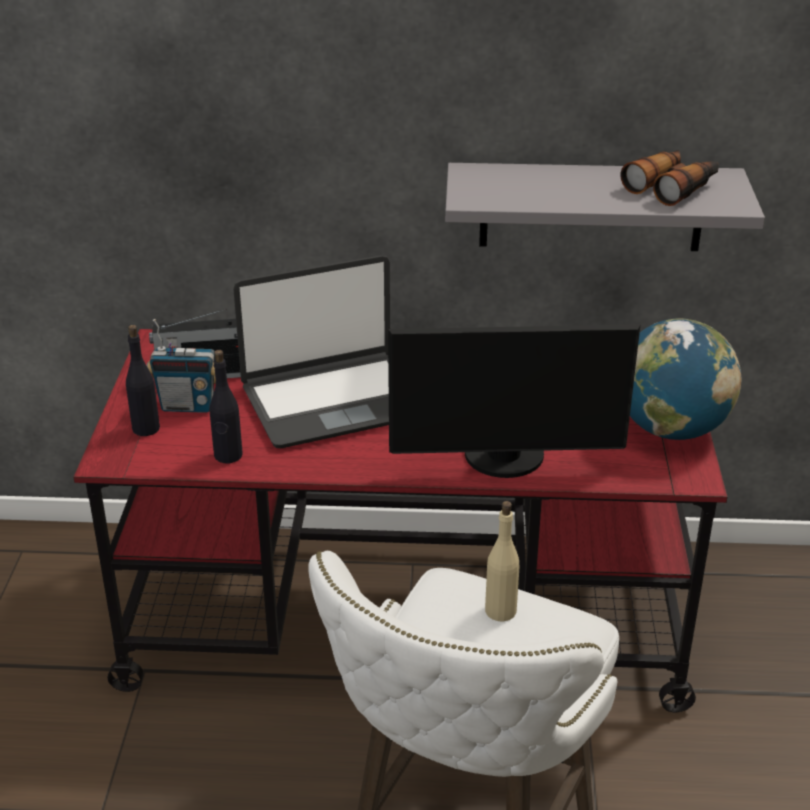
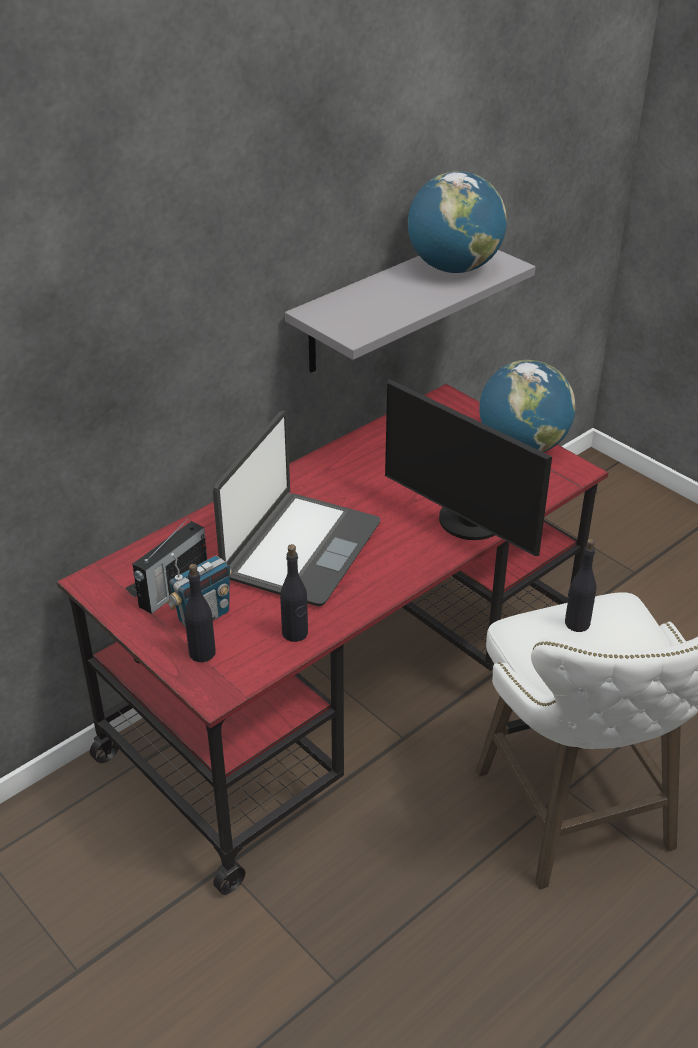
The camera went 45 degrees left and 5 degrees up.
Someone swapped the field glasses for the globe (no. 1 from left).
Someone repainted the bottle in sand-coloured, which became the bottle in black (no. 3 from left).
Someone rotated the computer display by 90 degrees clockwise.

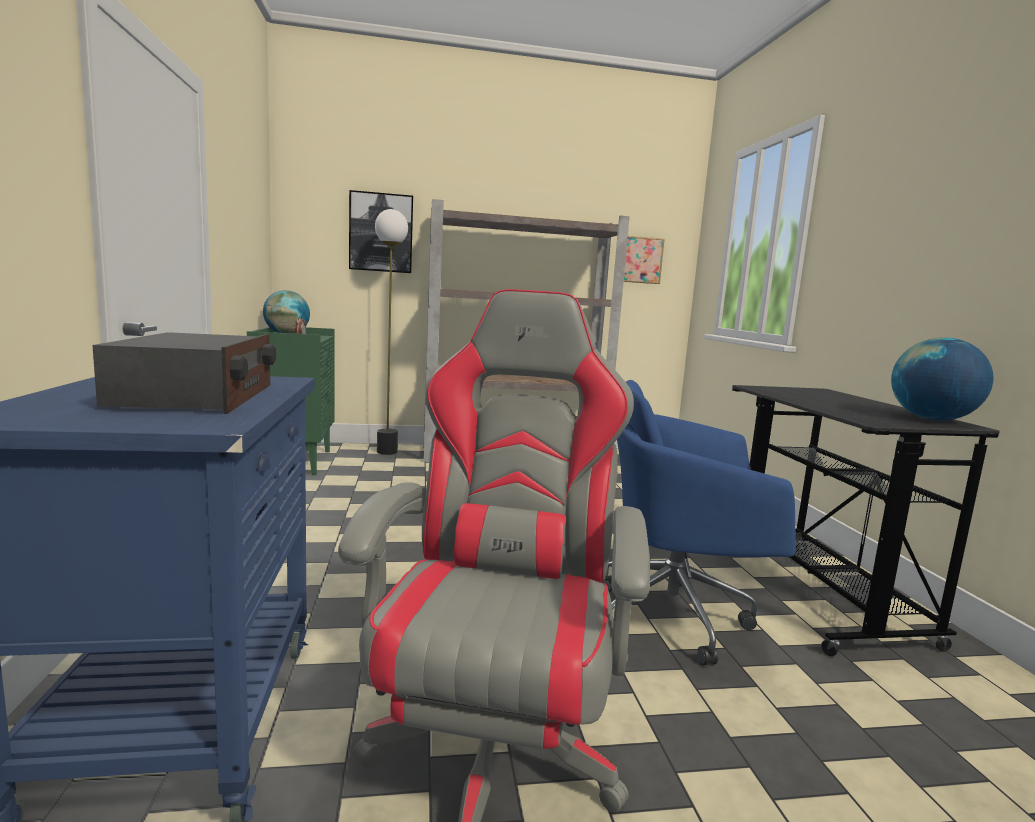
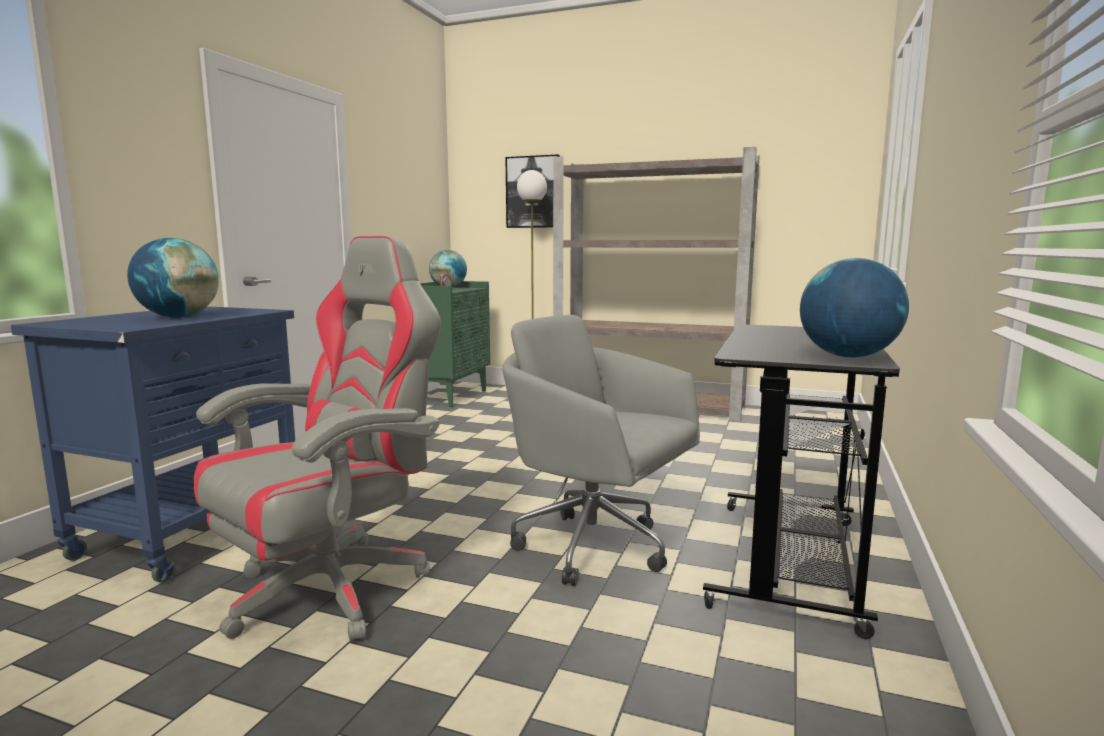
The camera went 30 degrees right and 0 degrees up.
Someone took away the wall art (no. 2 from left).
Someone swapped the radio for the globe (no. 1 from left).
Someone repainted the office chair in bluish, which became the office chair in greyish (no. 2 from left).

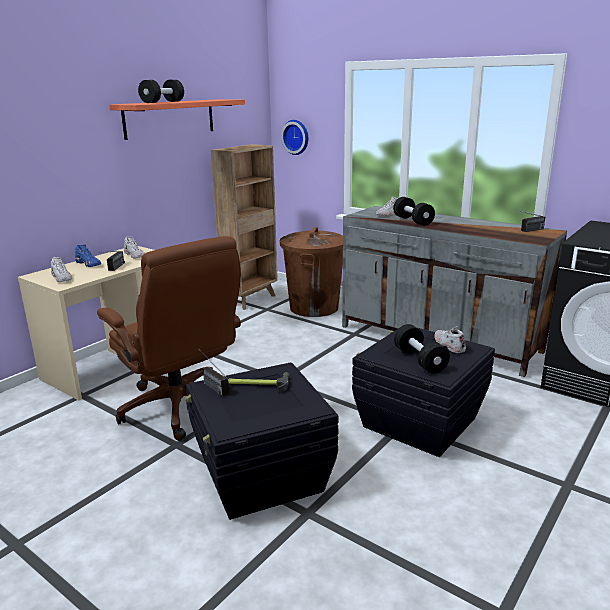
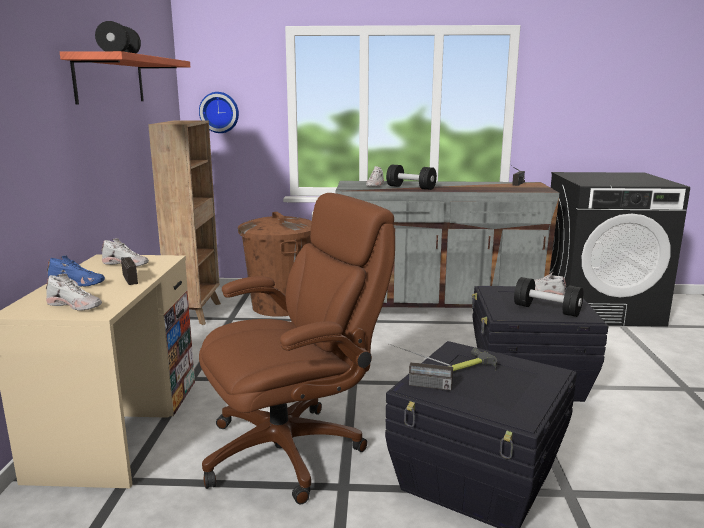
The camera went 35 degrees left and 5 degrees down.
Someone rotated the office chair in brown by 45 degrees counterclockwise.

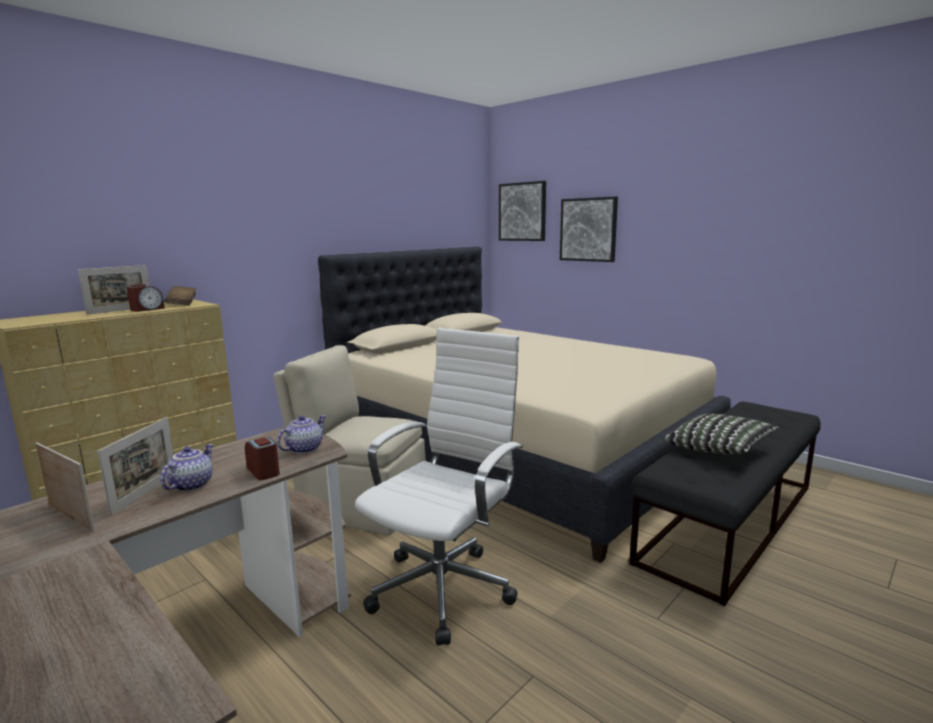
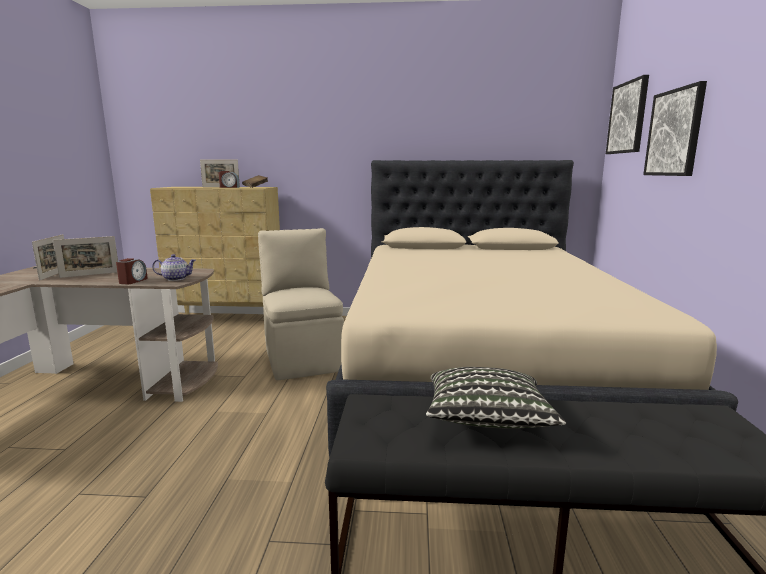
The camera went 50 degrees right and 0 degrees up.
Someone took away the tea pot (no. 1 from left).
Someone took away the office chair in white.

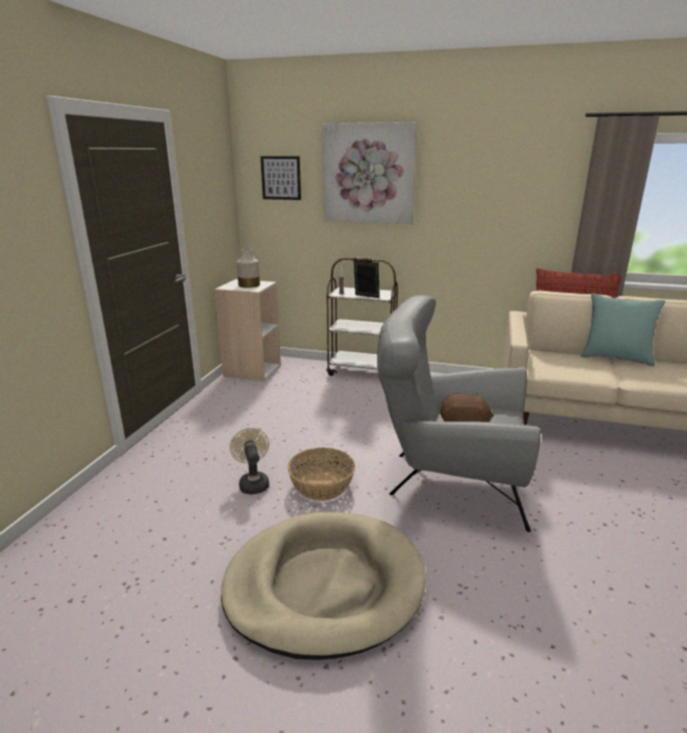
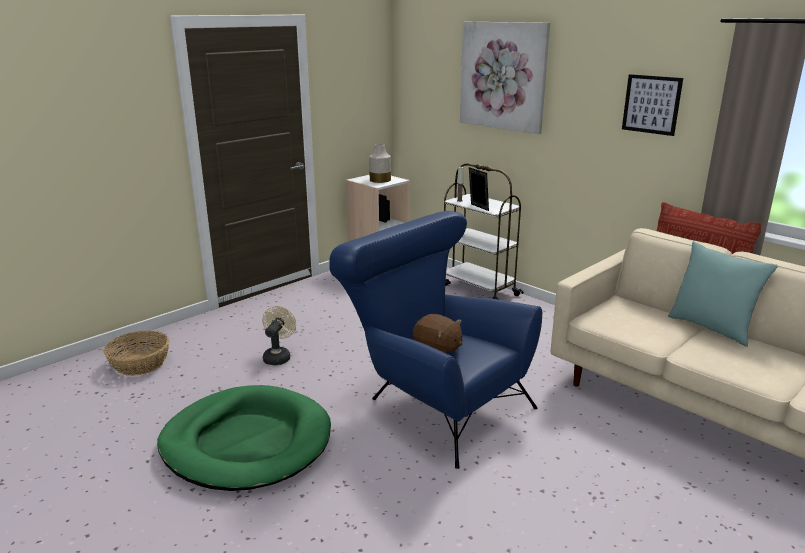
The camera went 30 degrees right and 0 degrees up.
Someone carried the wall art (no. 1 from left in the first image).
Someone carried the household basket.
Someone repainted the dog bed in sand-coloured, which became the dog bed in green-coloured.
Someone repainted the lounge chair in greyish, which became the lounge chair in bluish.

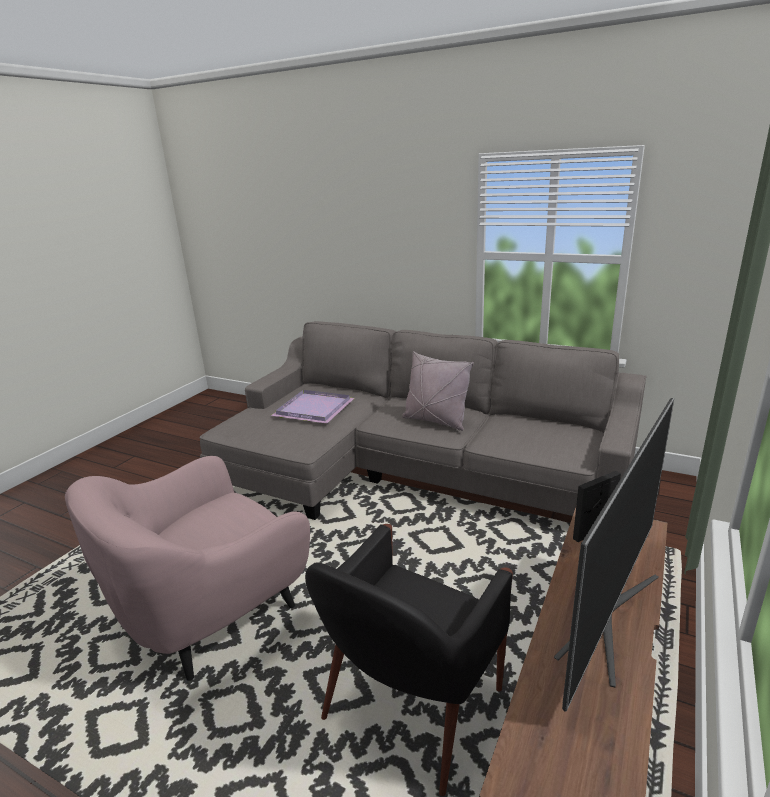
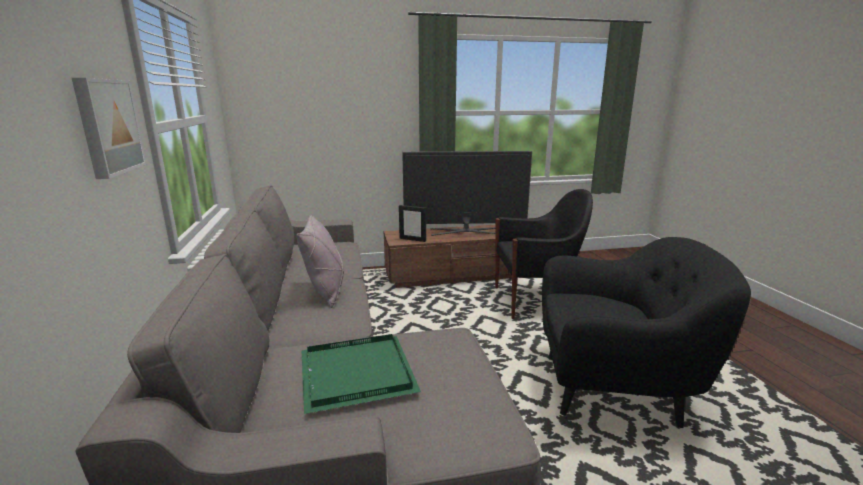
The camera went 130 degrees left and 5 degrees down.
Someone put up the wall art.
Someone repainted the lounge chair in pinkish, which became the lounge chair in black (no. 2 from left).
Someone repainted the carrying tray in purple-coloured, which became the carrying tray in green-coloured.

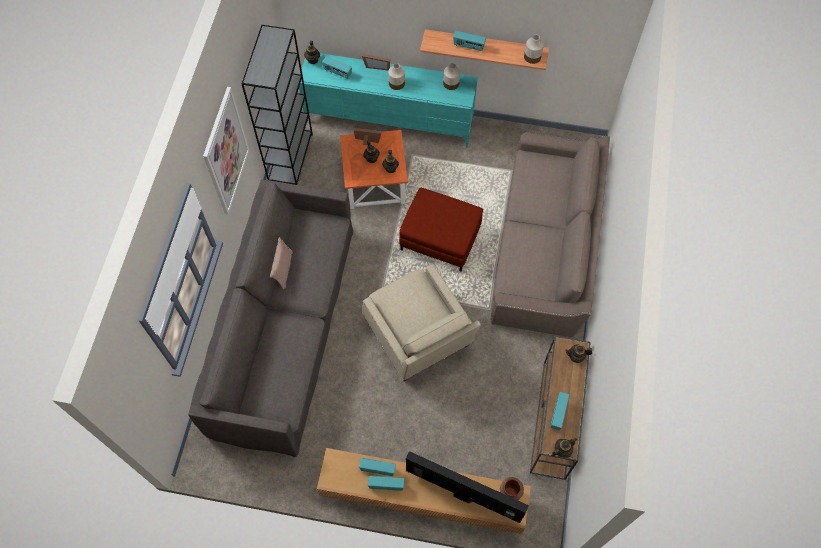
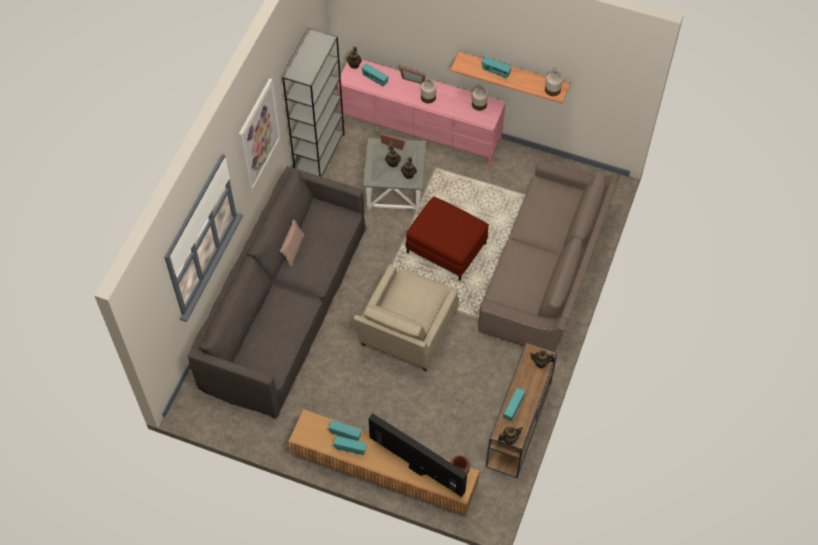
The camera went 10 degrees right and 5 degrees down.
Someone repainted the cupboard in turquoise, which became the cupboard in pinkish.
Someone repainted the end table in orangey, which became the end table in greyish.
Someone rotated the lounge chair in sand-coloured by 45 degrees clockwise.

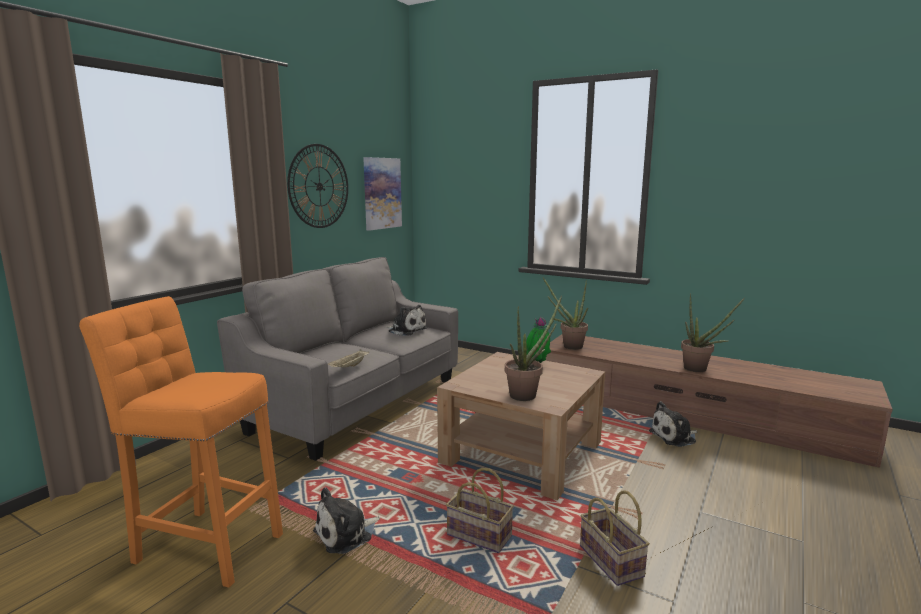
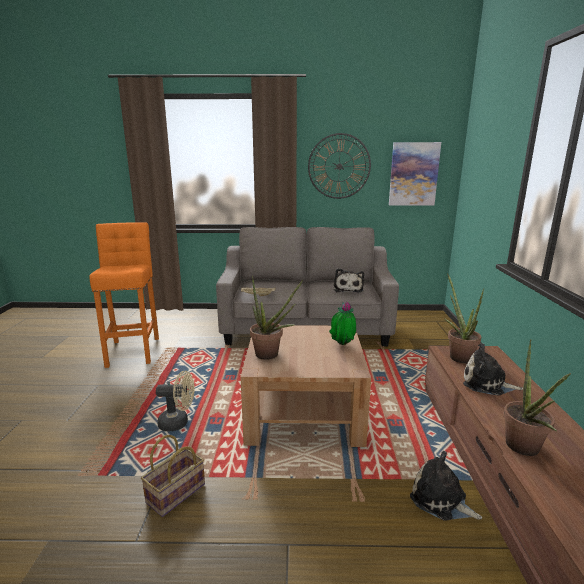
The camera went 60 degrees right and 5 degrees up.
Someone carried the cuddly toy (no. 1 from left in the first image).
Someone swapped the household basket (no. 1 from left) for the electric fan in sand-coloured.

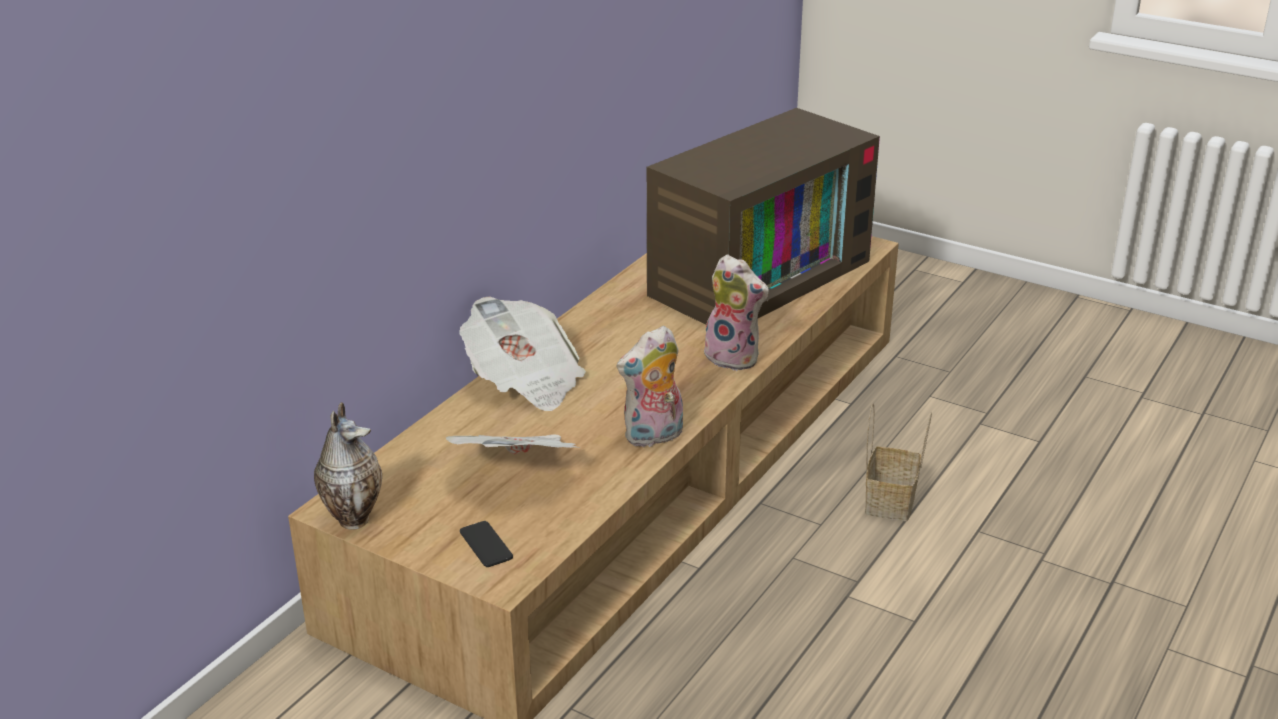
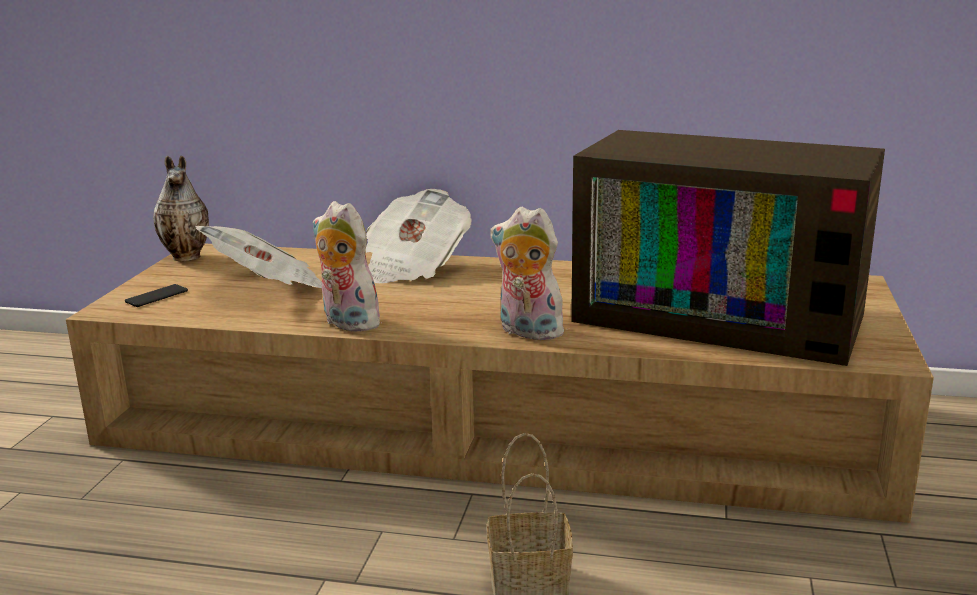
The camera went 70 degrees right and 10 degrees down.
Someone rotated the cuddly toy (no. 2 from left) by 105 degrees clockwise.

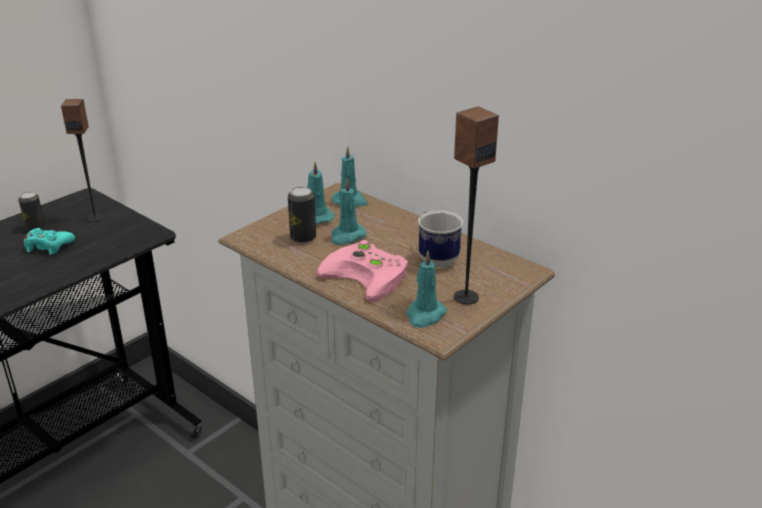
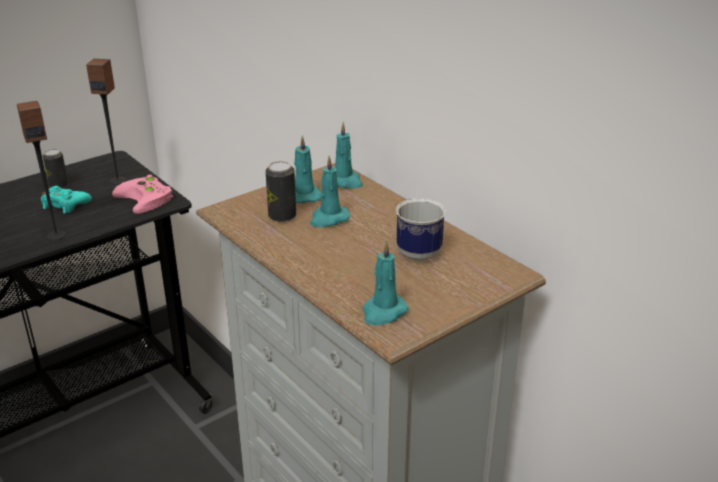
The camera went 10 degrees right and 0 degrees up.
Someone carried the game controller in pinkish.
Someone carried the audio speaker (no. 2 from left in the first image).

